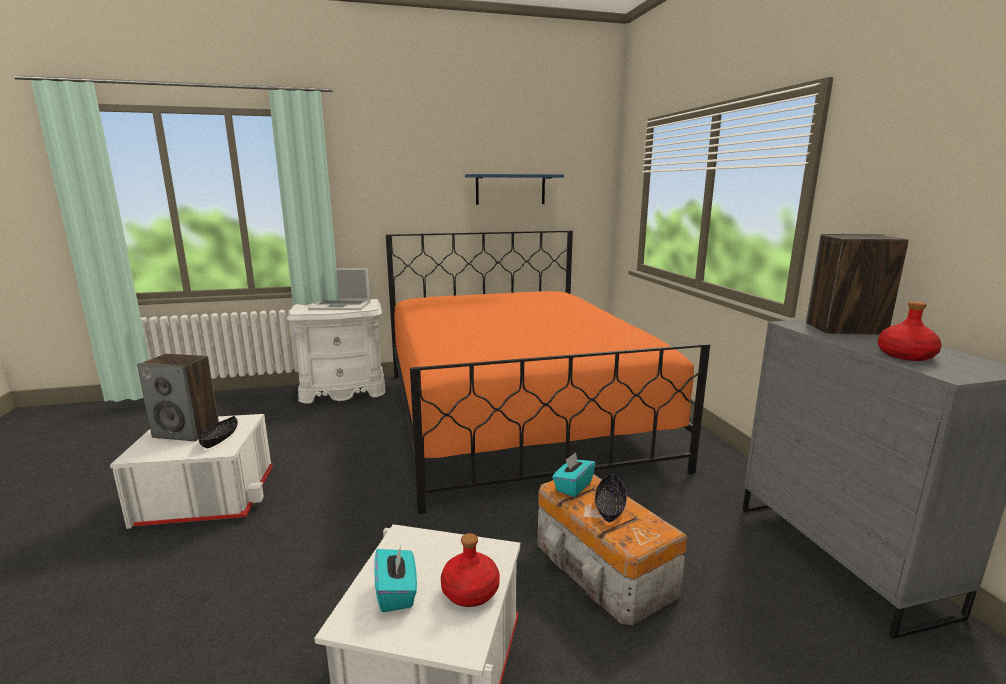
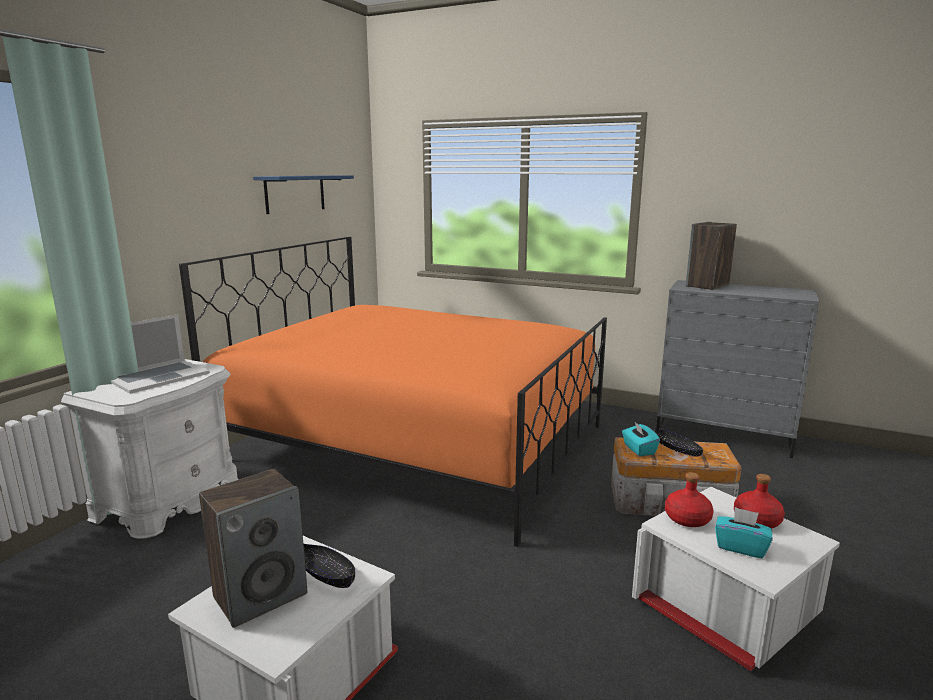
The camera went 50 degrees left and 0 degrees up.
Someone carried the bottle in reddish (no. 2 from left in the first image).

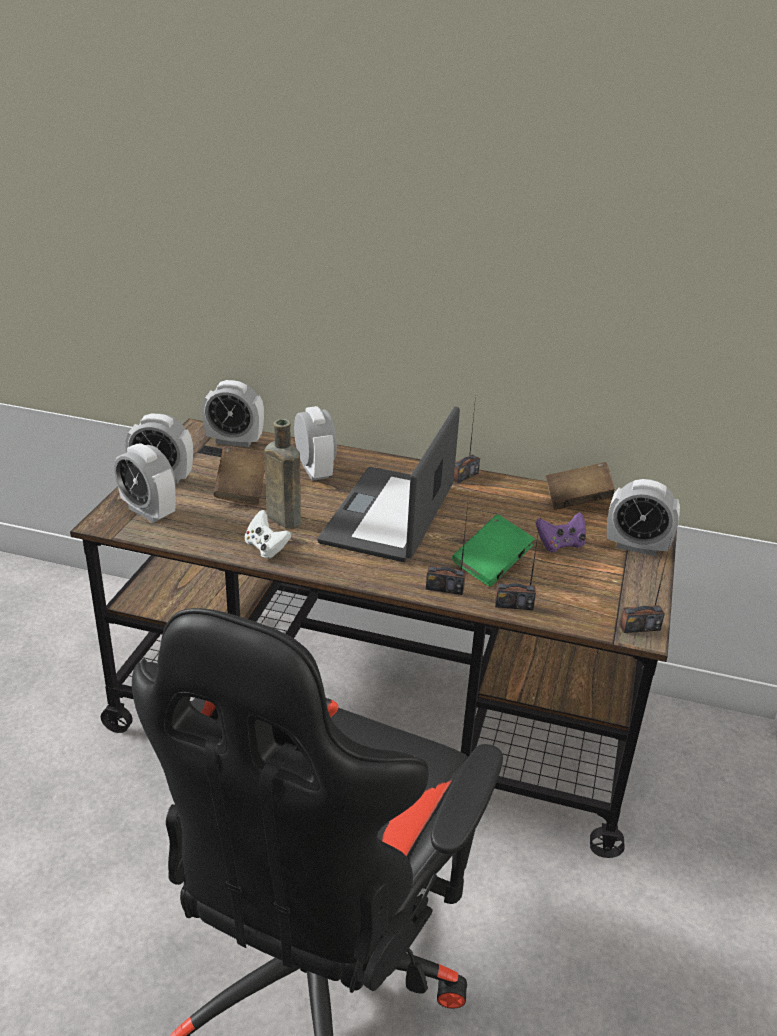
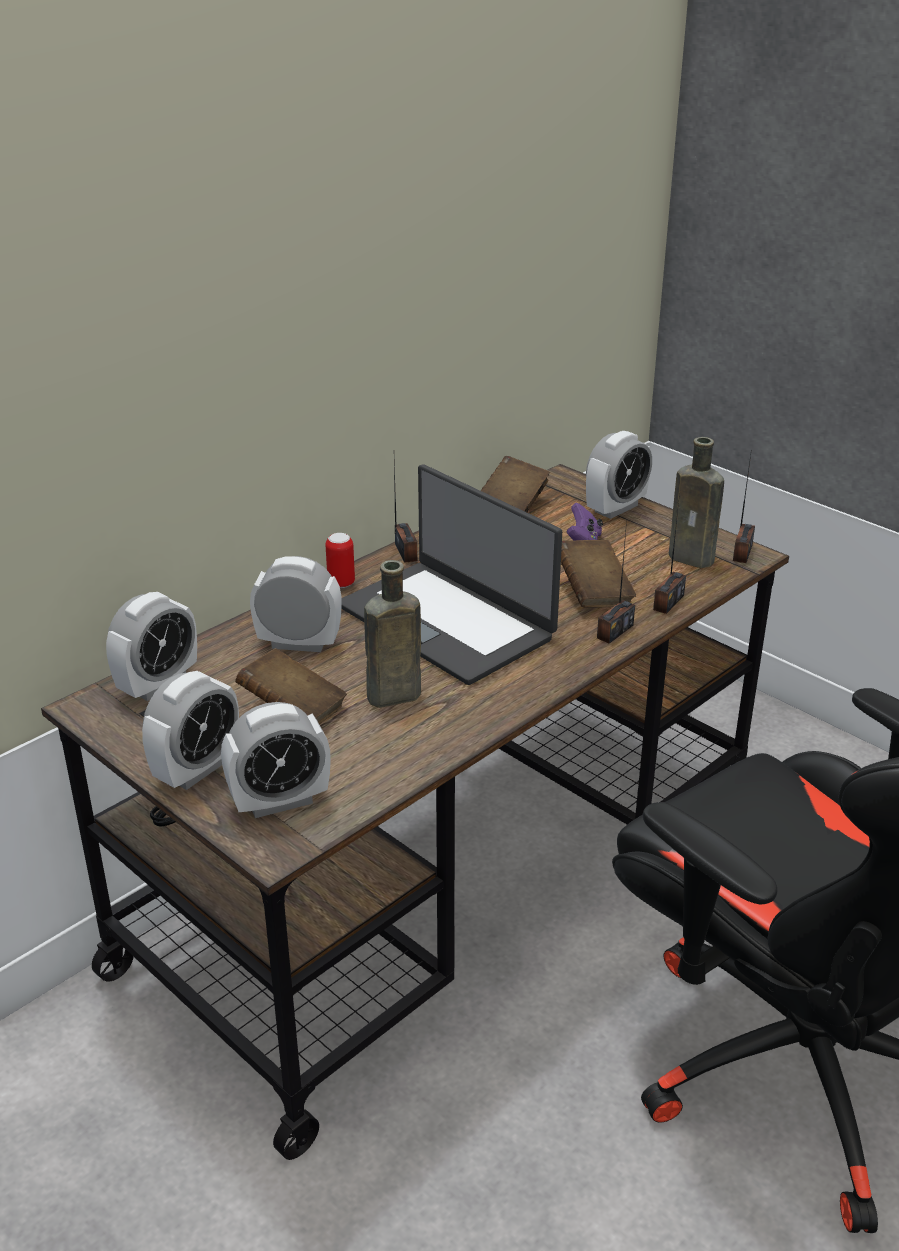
The camera went 60 degrees left and 0 degrees up.
Someone took away the game controller in white.
Someone put down the can.
Someone put down the bottle in brown (no. 2 from left).
Someone repainted the volume in green-coloured, which became the volume in brown (no. 3 from left).

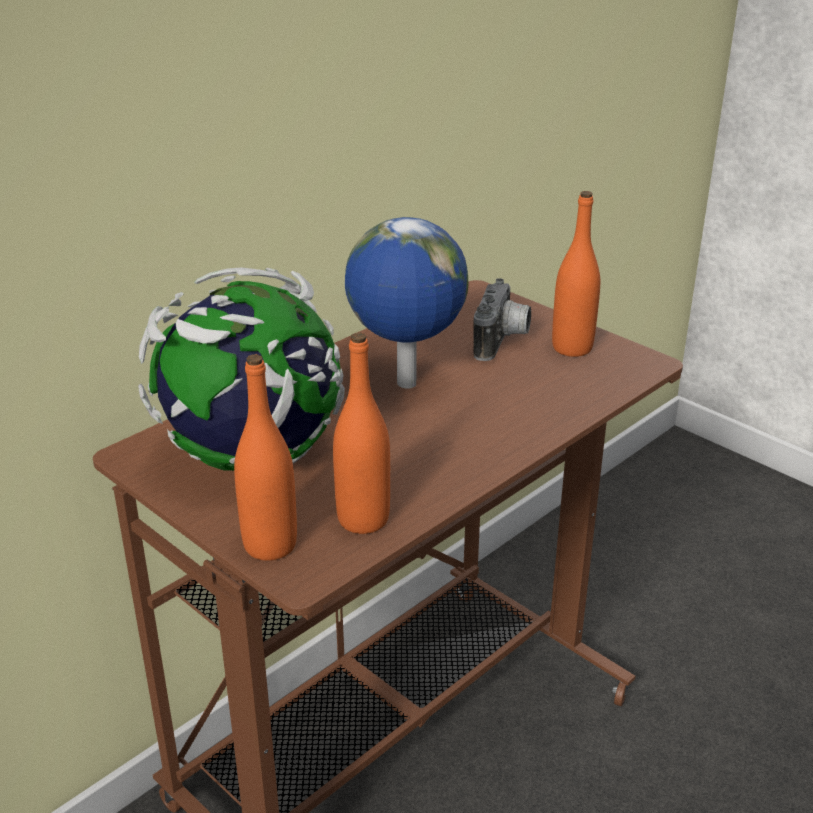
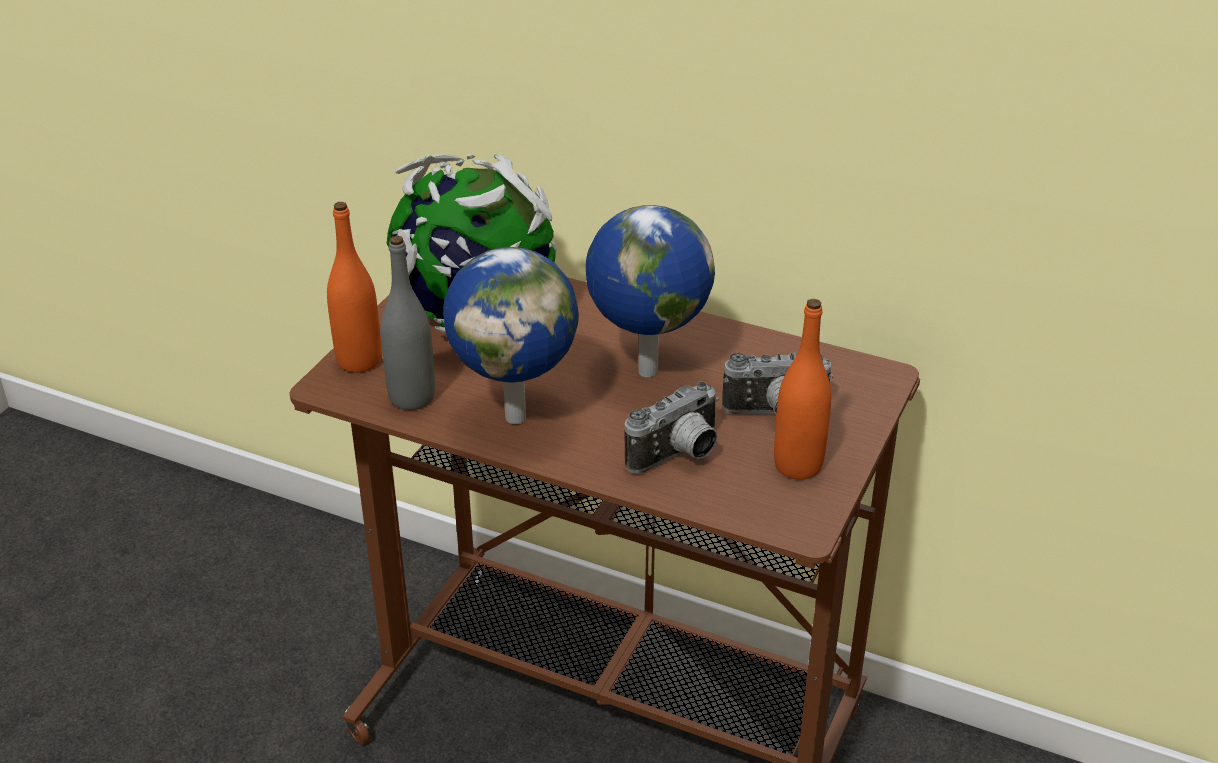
The camera went 70 degrees right and 5 degrees up.
Someone put down the globe (no. 2 from left).
Someone put down the photo camera (no. 1 from left).
Someone repainted the bottle in orangey (no. 2 from left), which became the bottle in greyish.

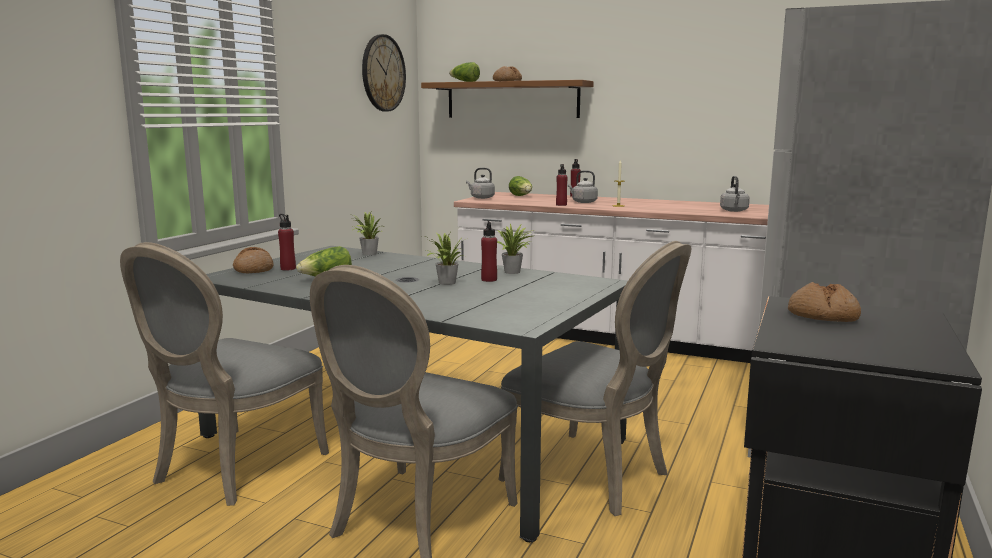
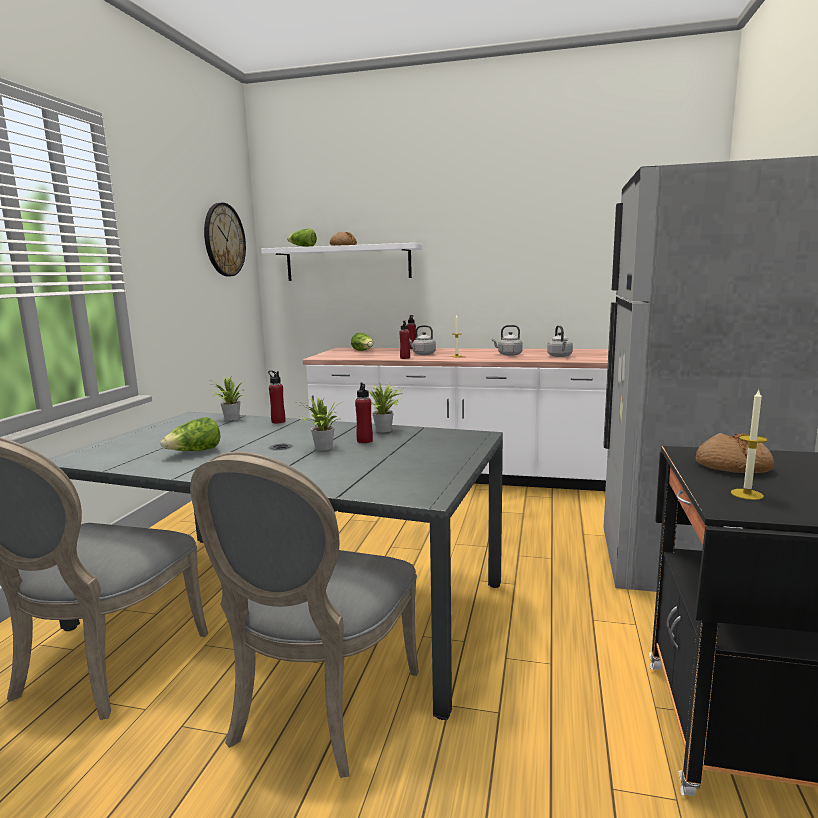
The camera went 10 degrees left and 0 degrees up.
Someone took away the bakery bread (no. 1 from left).
Someone took away the upright chair in greyish (no. 3 from left).
Someone put down the wax candle (no. 2 from left).
Someone carried the bottle in reddish (no. 1 from left).
Someone carried the tea kettle in greyish (no. 1 from left in the first image).
Someone repainted the bracket shelf in brown, which became the bracket shelf in white.

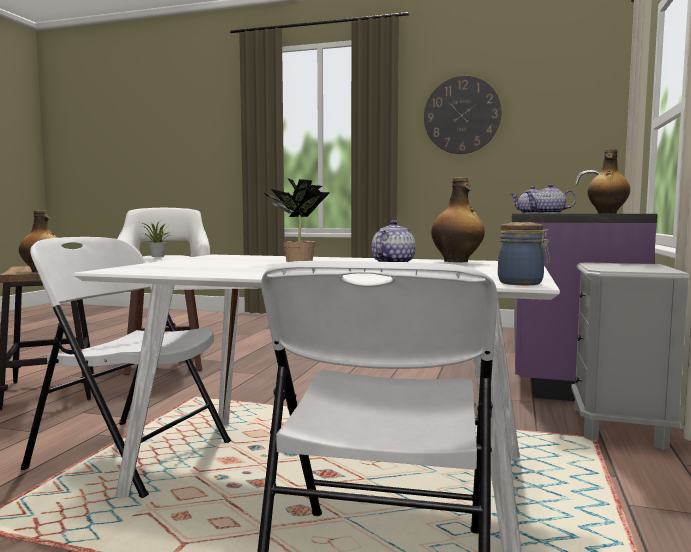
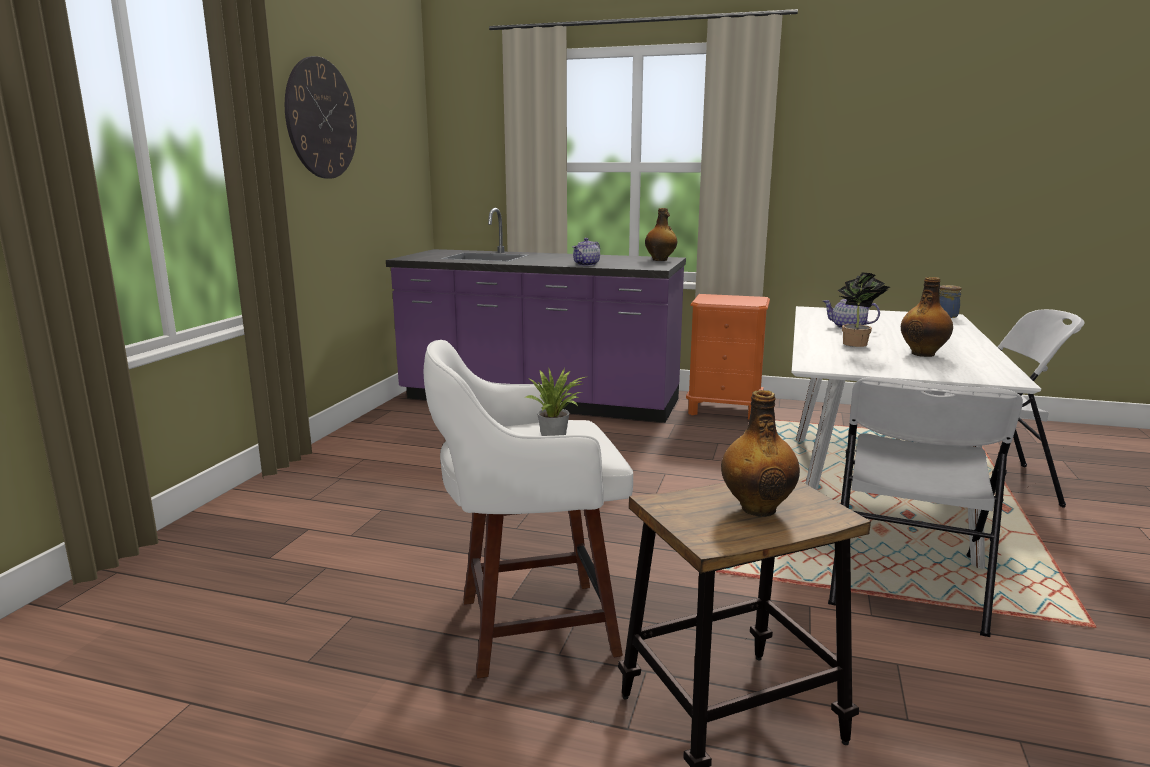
The camera went 90 degrees left and 10 degrees up.
Someone took away the tea pot (no. 3 from left).
Someone carried the bottle (no. 2 from left in the first image).
Someone repainted the bedside table in greyish, which became the bedside table in orangey.

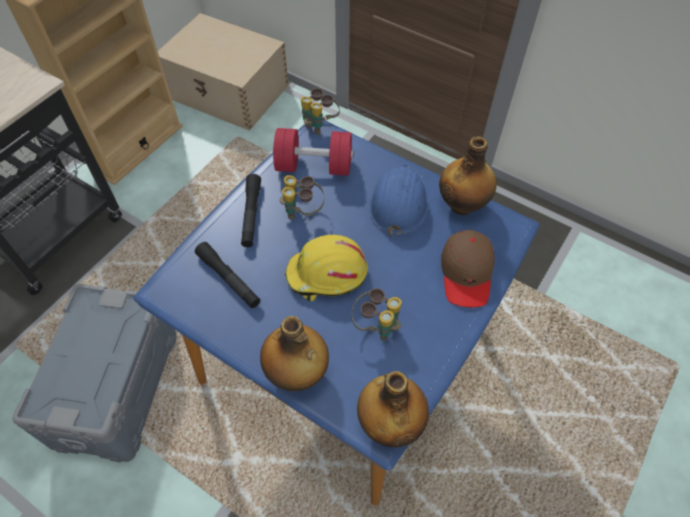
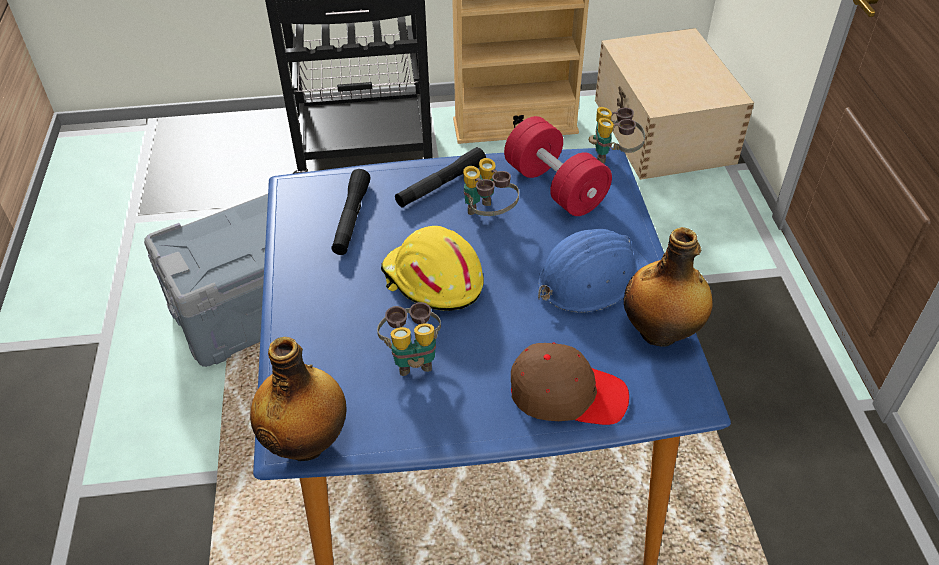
The camera went 50 degrees right and 10 degrees down.
Someone took away the bottle (no. 1 from left).
Someone rotated the baseball cap in brown by 135 degrees counterclockwise.

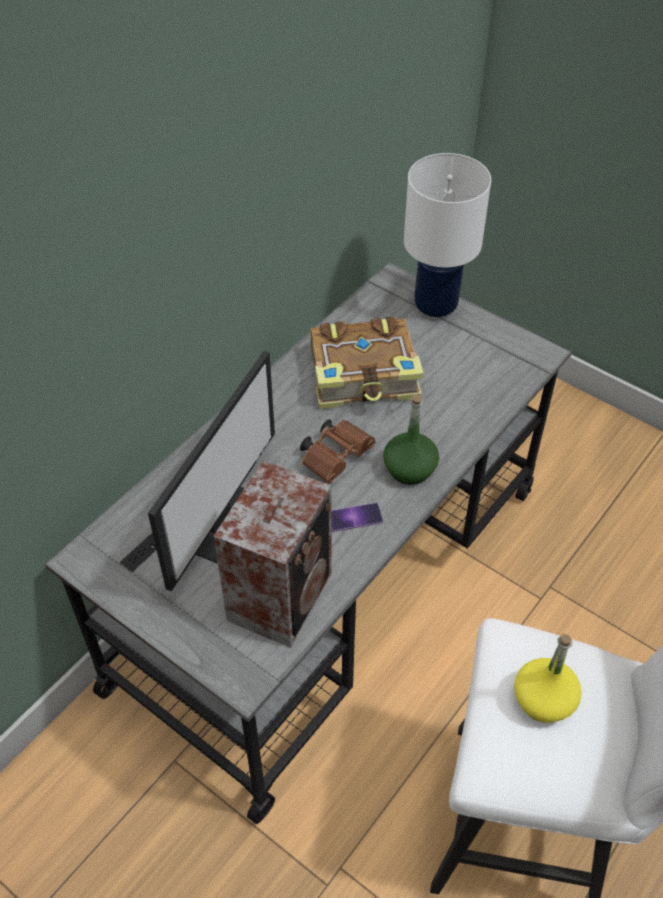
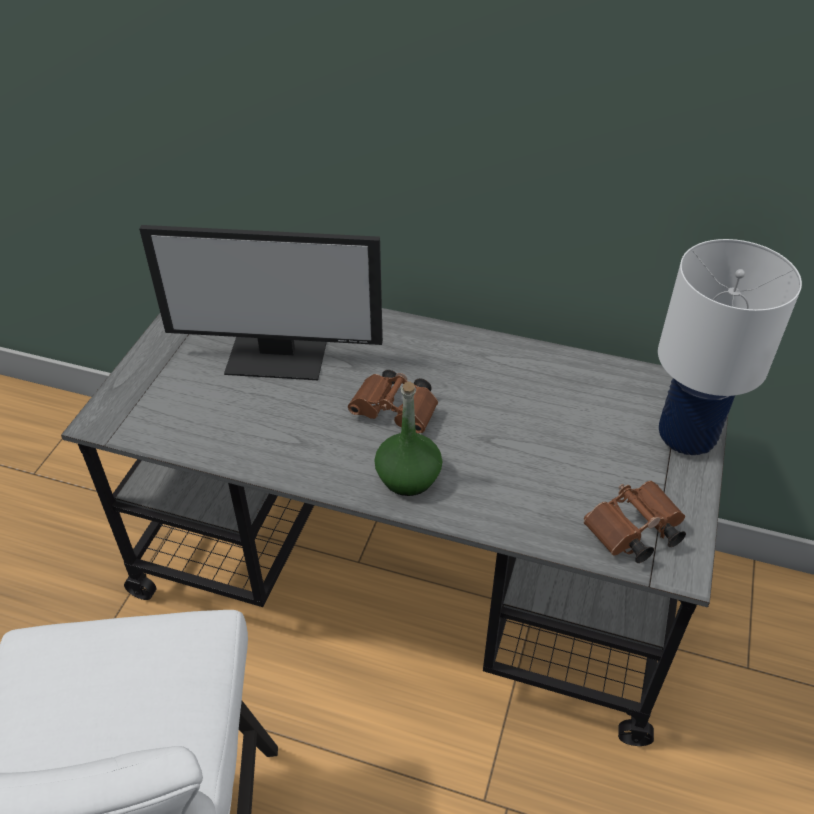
The camera went 70 degrees right and 5 degrees down.
Someone took away the audio speaker.
Someone took away the volume.
Someone took away the handset.
Someone took away the bottle in yellowish.
Someone put down the field glasses in brown (no. 2 from left).

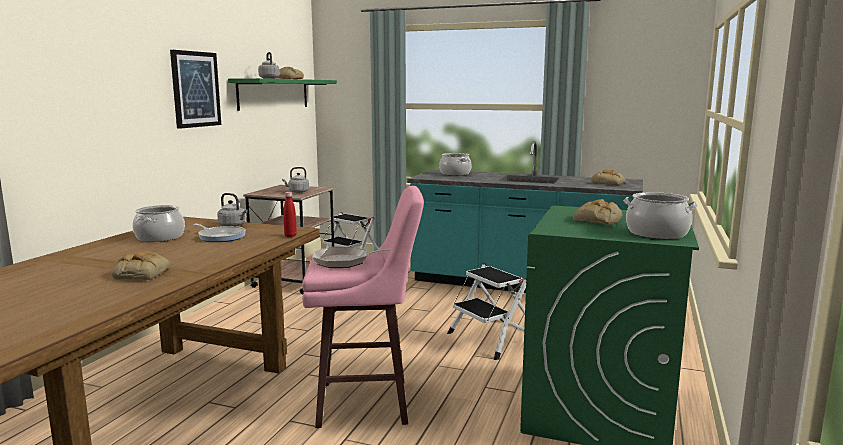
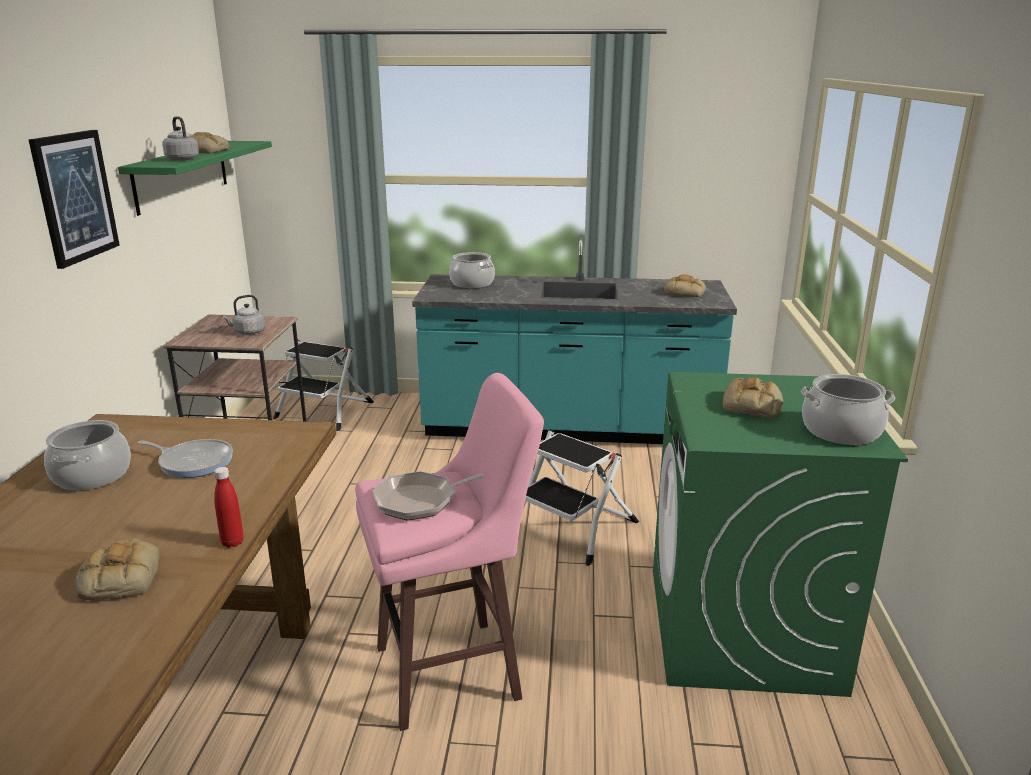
The camera went 15 degrees left and 10 degrees up.
Someone took away the tea kettle in greyish (no. 1 from left).
Someone carried the bottle in reddish.

